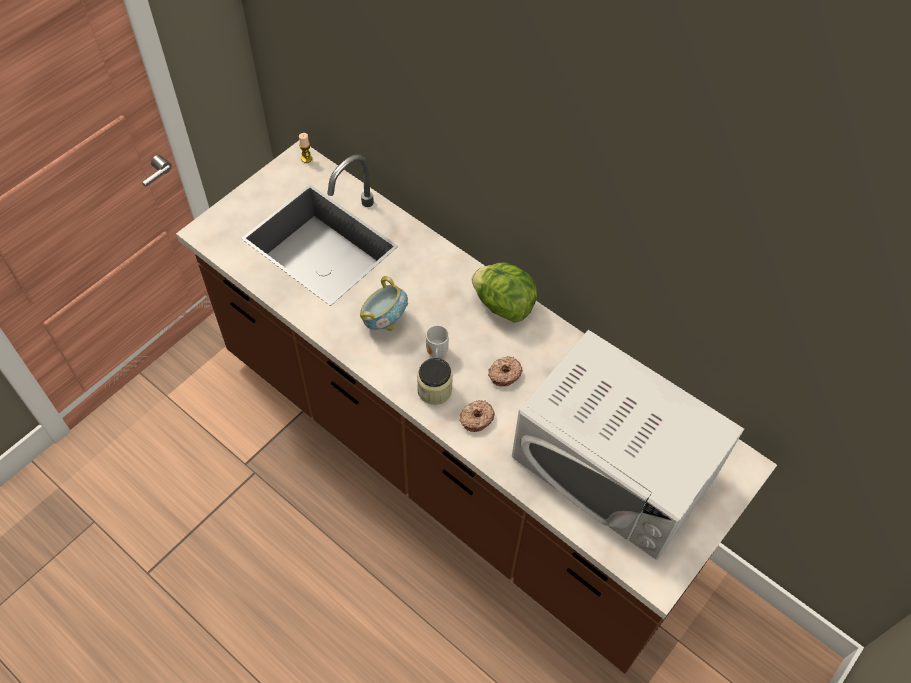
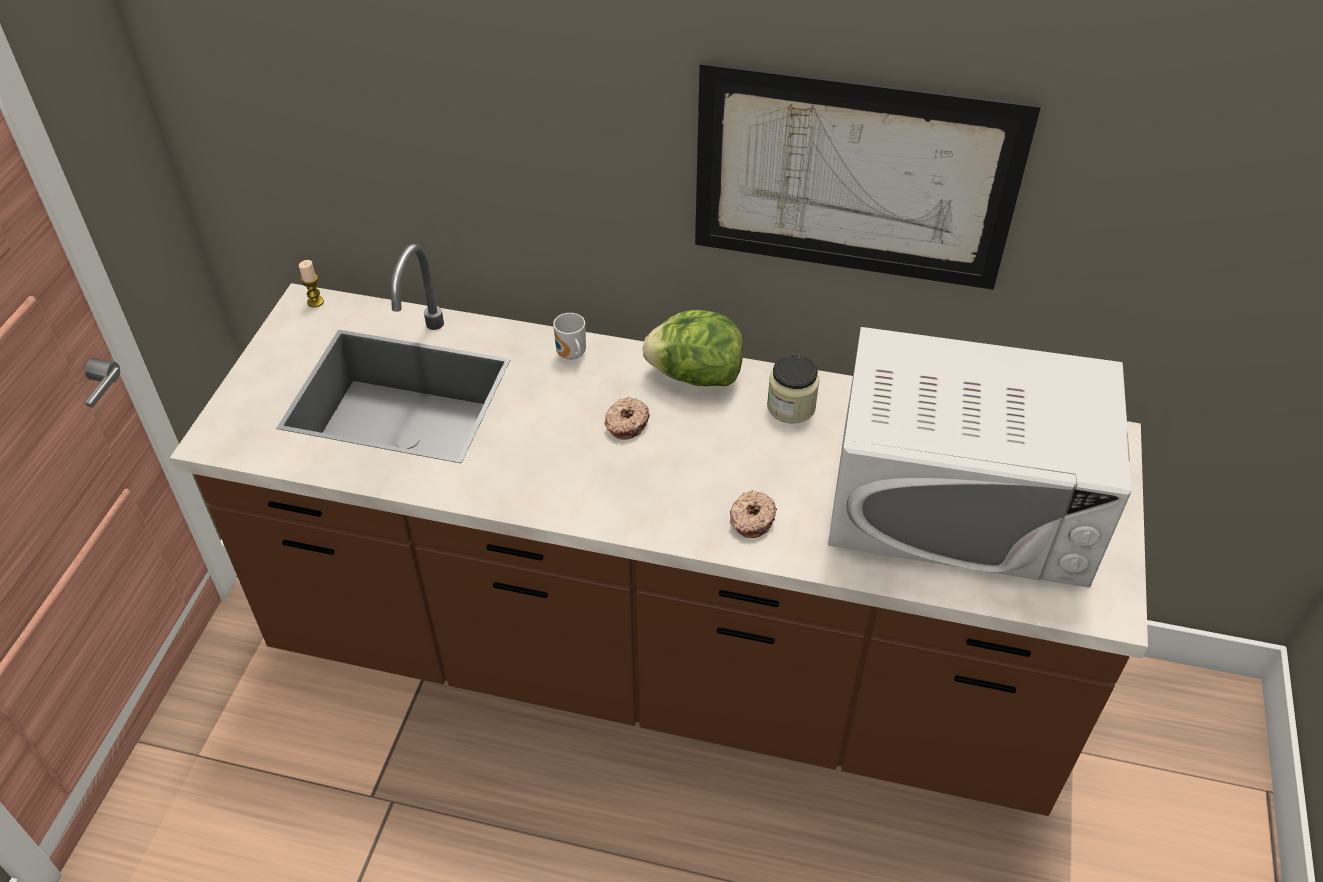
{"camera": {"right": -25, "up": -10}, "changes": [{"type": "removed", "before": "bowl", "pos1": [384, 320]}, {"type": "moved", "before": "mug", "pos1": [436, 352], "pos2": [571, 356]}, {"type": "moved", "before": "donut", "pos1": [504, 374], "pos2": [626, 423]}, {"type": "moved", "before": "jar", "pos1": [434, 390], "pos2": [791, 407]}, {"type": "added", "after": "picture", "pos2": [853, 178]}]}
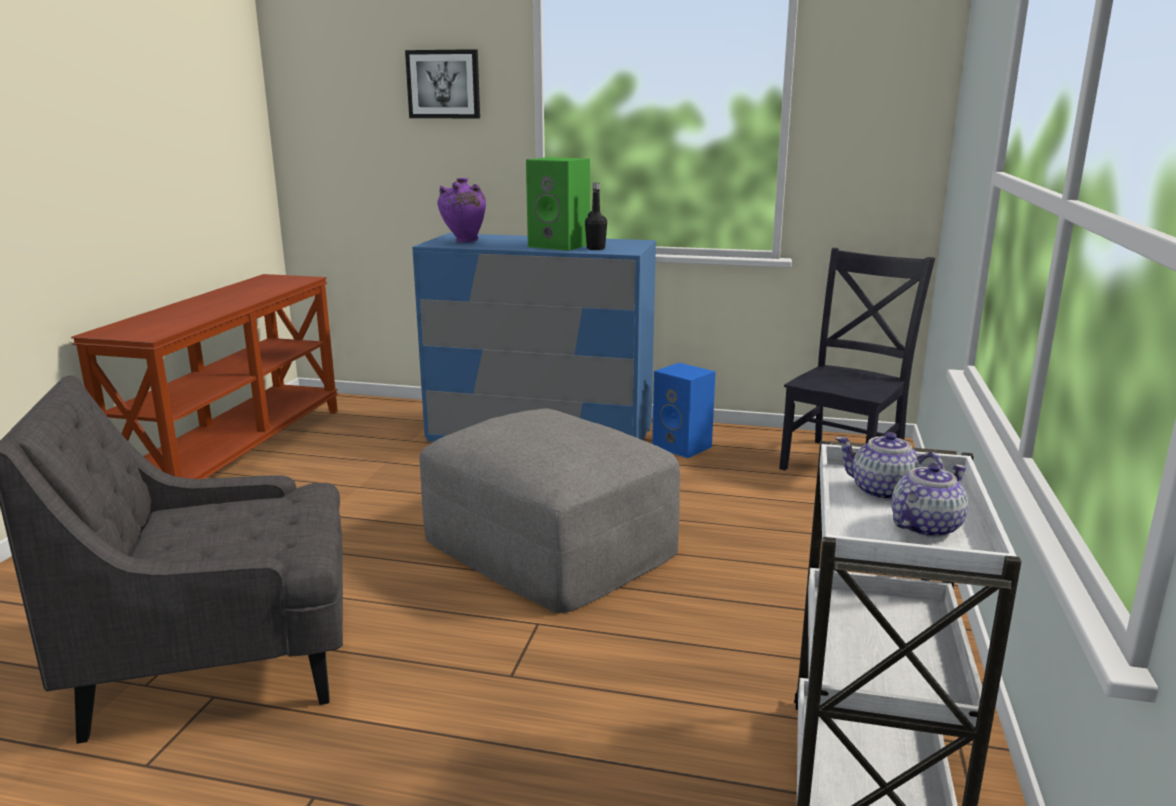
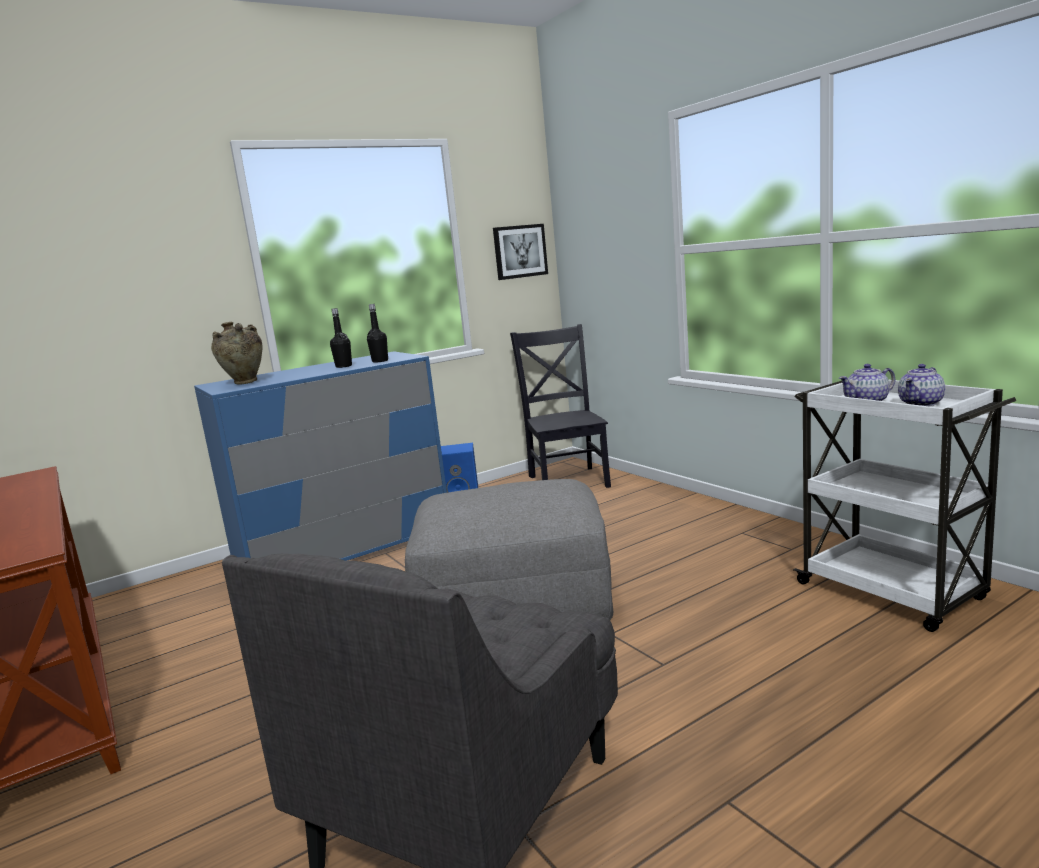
{"camera": {"right": -45, "up": -5}, "changes": [{"type": "moved", "before": "picture", "pos1": [444, 84], "pos2": [520, 251]}, {"type": "replaced", "before": "green speaker", "after": "black bottle", "pos1": [561, 245], "pos2": [343, 366]}, {"type": "recoloured", "before": "purple vase", "after": "beige vase", "pos1": [464, 241], "pos2": [244, 383]}, {"type": "turned", "before": "teapot", "pos1": [924, 527], "pos2": [921, 403], "turn": -135}]}
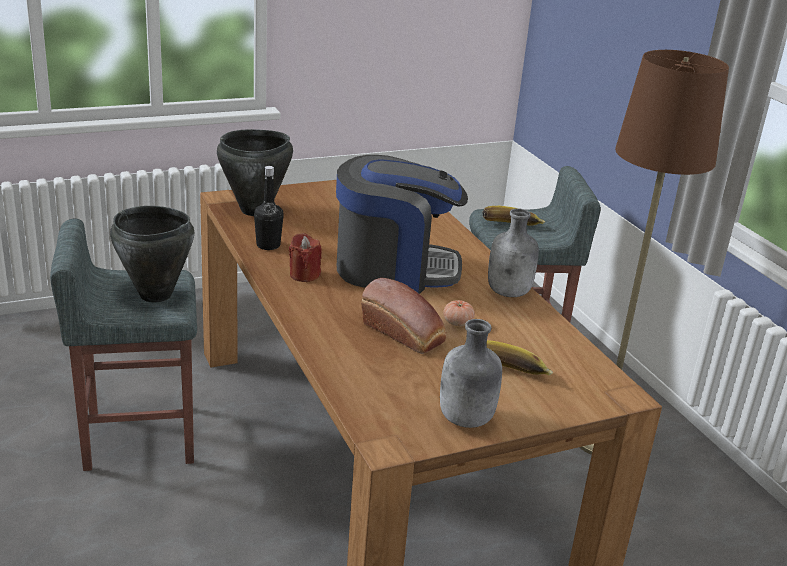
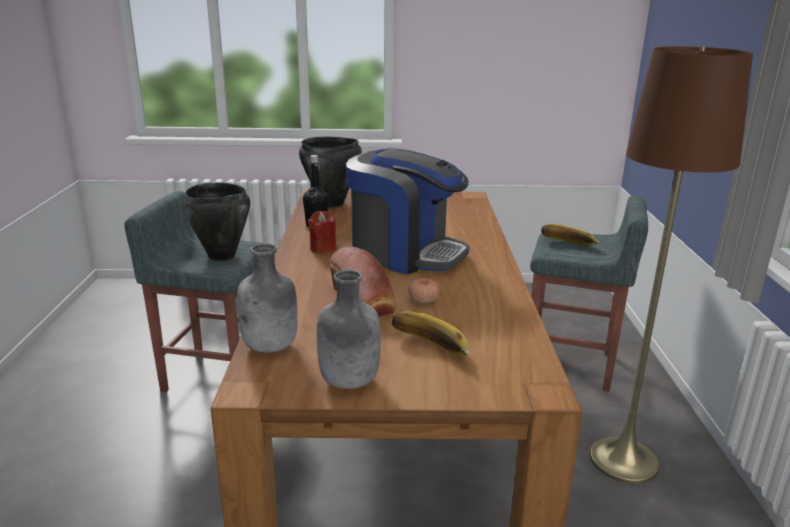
{"camera": {"right": 25, "up": -5}, "changes": [{"type": "moved", "before": "grey bottle", "pos1": [509, 293], "pos2": [271, 347]}]}
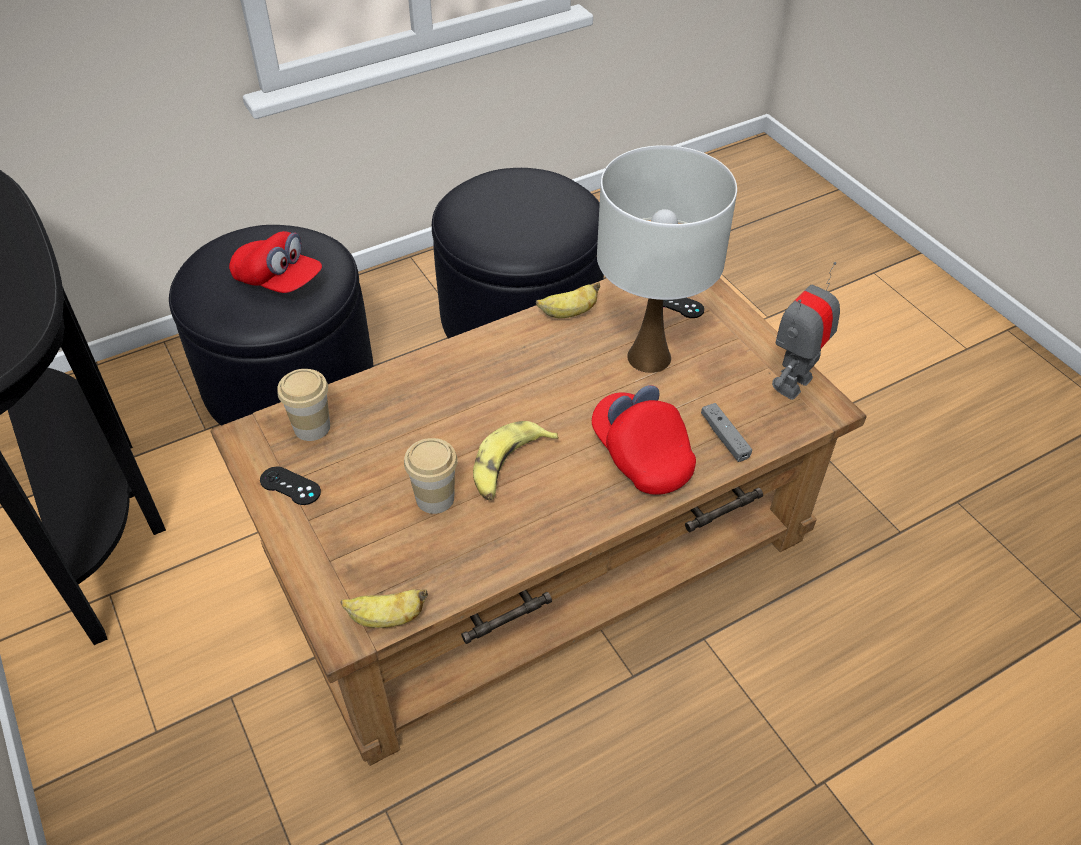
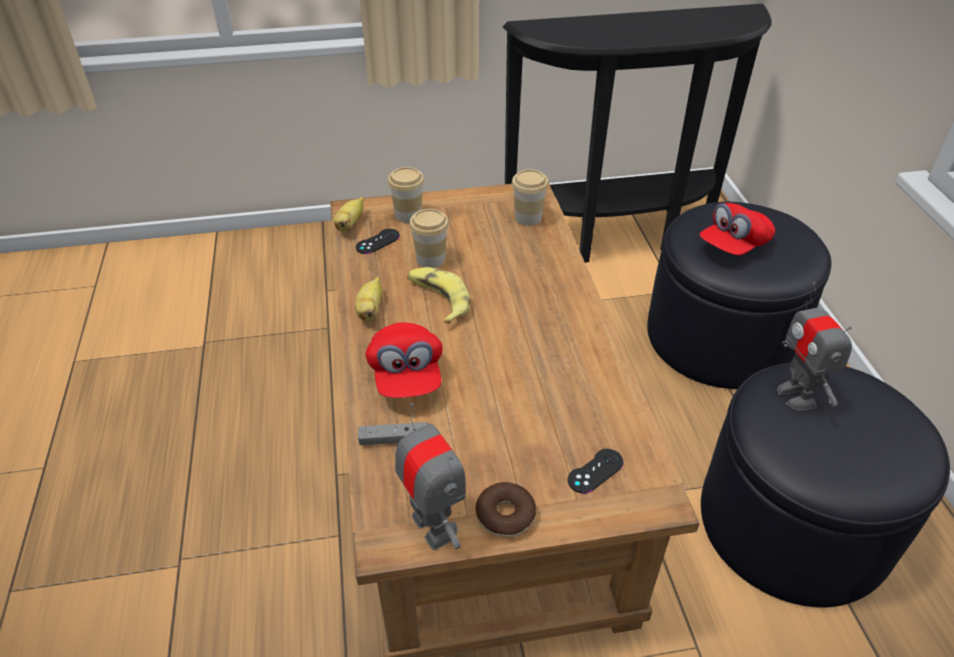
{"camera": {"right": 110, "up": -5}, "changes": [{"type": "removed", "before": "white table lamp", "pos1": [649, 358]}, {"type": "moved", "before": "banana", "pos1": [568, 313], "pos2": [370, 310]}, {"type": "turned", "before": "red cap", "pos1": [641, 455], "pos2": [406, 375], "turn": 90}, {"type": "moved", "before": "black game controller", "pos1": [290, 486], "pos2": [377, 241]}, {"type": "added", "after": "cup", "pos2": [408, 215]}, {"type": "added", "after": "toy robot", "pos2": [797, 395]}, {"type": "added", "after": "donut", "pos2": [505, 515]}]}
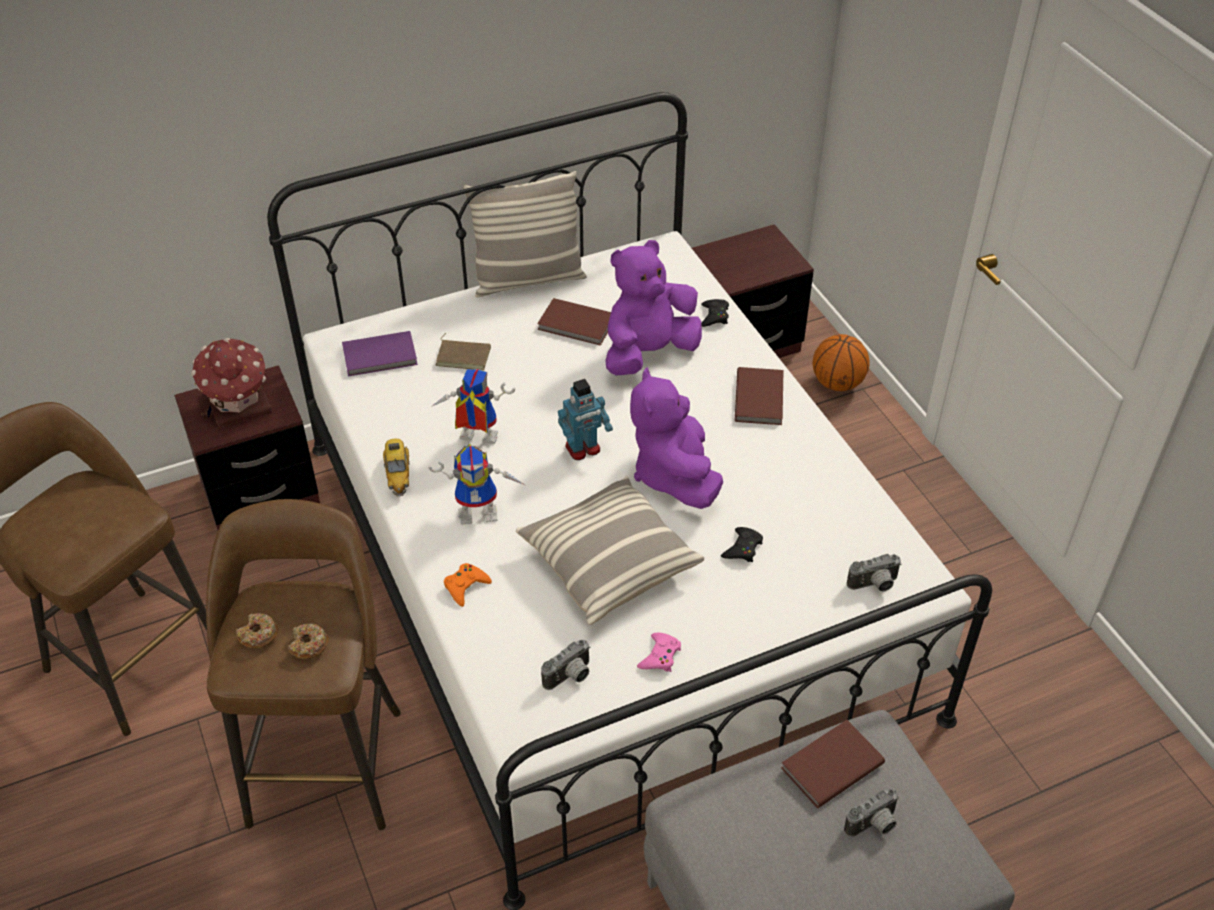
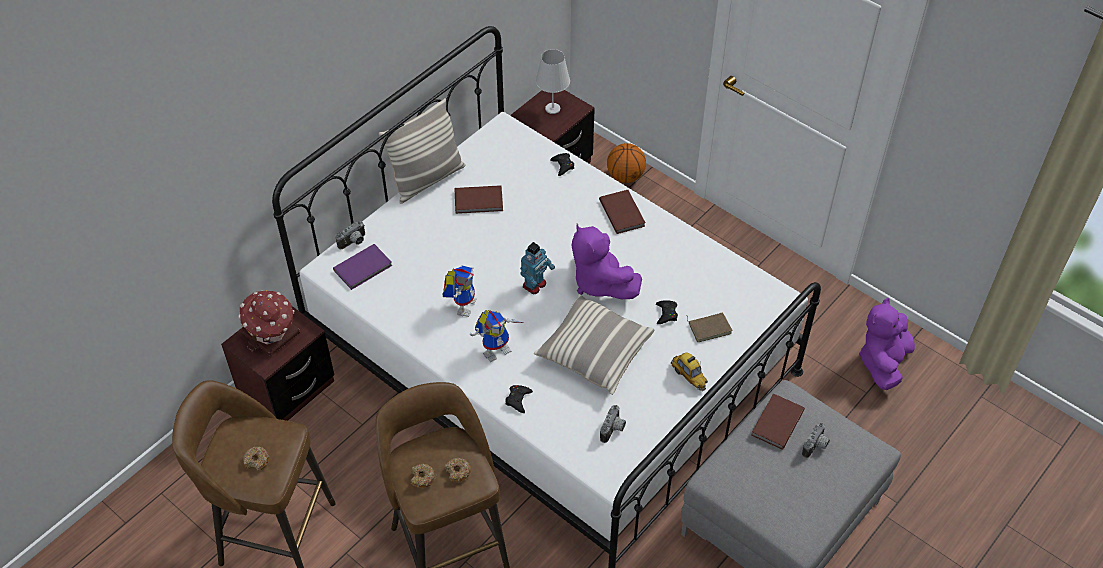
{"camera": {"right": -25, "up": 5}, "changes": [{"type": "moved", "before": "purple plush toy", "pos1": [648, 353], "pos2": [883, 362]}, {"type": "moved", "before": "brown book", "pos1": [464, 356], "pos2": [709, 327]}, {"type": "turned", "before": "toy robot", "pos1": [474, 440], "pos2": [463, 304], "turn": 120}, {"type": "moved", "before": "toy car", "pos1": [398, 476], "pos2": [689, 376]}, {"type": "moved", "before": "photo camera", "pos1": [874, 585], "pos2": [354, 242]}, {"type": "recoloured", "before": "orange game controller", "after": "black game controller", "pos1": [465, 586], "pos2": [518, 400]}, {"type": "removed", "before": "pink game controller", "pos1": [660, 656]}, {"type": "added", "after": "white table lamp", "pos2": [552, 109]}, {"type": "added", "after": "donut", "pos2": [257, 461]}]}
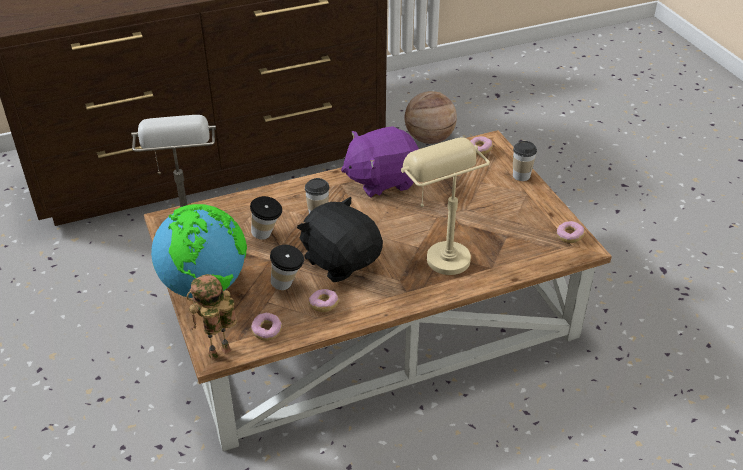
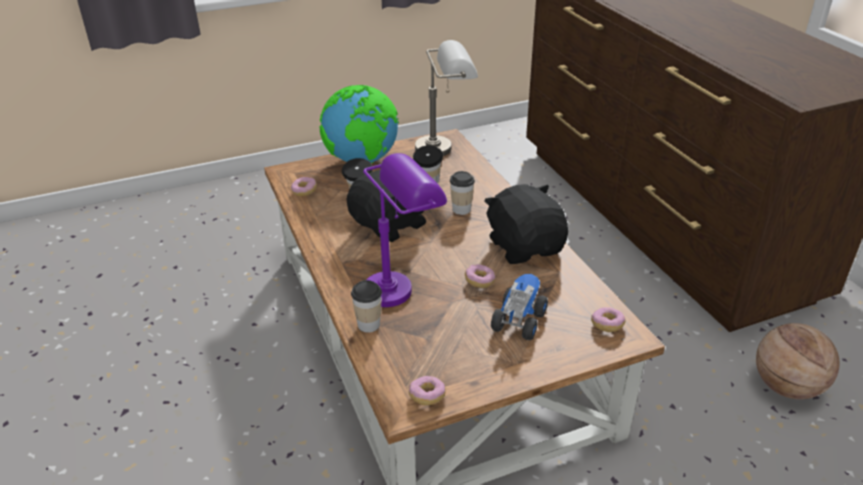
{"camera": {"right": 90, "up": -5}, "changes": [{"type": "recoloured", "before": "purple plush toy", "after": "black plush toy", "pos1": [381, 180], "pos2": [525, 247]}, {"type": "recoloured", "before": "beige table lamp", "after": "purple table lamp", "pos1": [439, 251], "pos2": [402, 285]}, {"type": "moved", "before": "cup", "pos1": [521, 176], "pos2": [368, 324]}, {"type": "removed", "before": "toy robot", "pos1": [219, 355]}, {"type": "moved", "before": "donut", "pos1": [324, 305], "pos2": [479, 281]}, {"type": "added", "after": "toy truck", "pos2": [518, 320]}]}
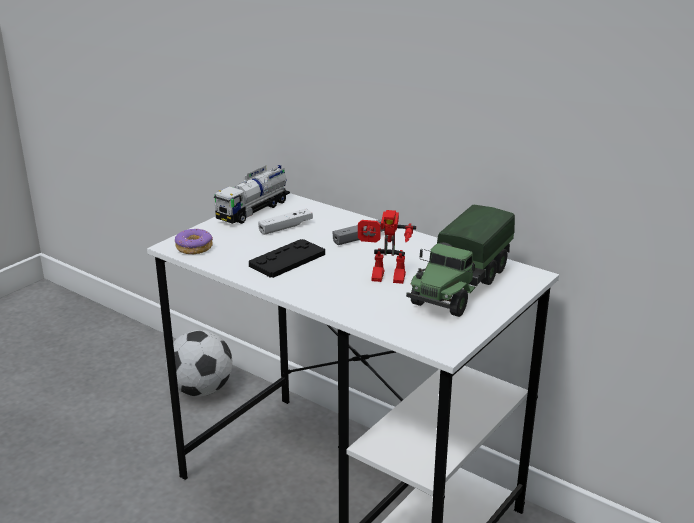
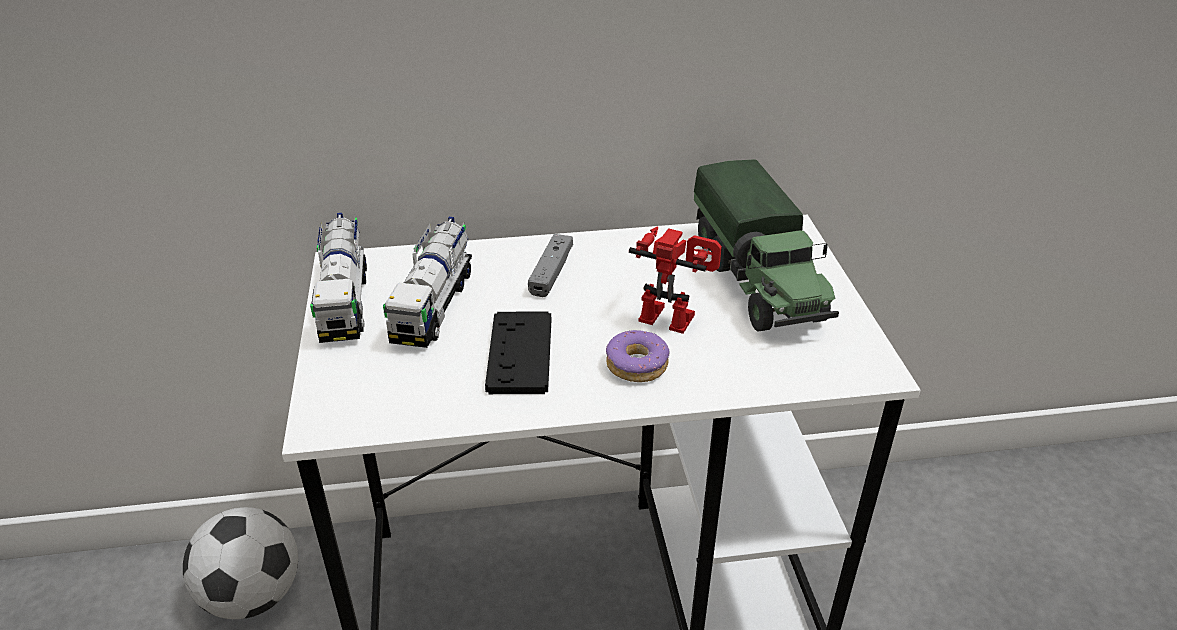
{"camera": {"right": -45, "up": 10}, "changes": [{"type": "replaced", "before": "white game controller", "after": "toy truck", "pos1": [286, 227], "pos2": [434, 305]}, {"type": "turned", "before": "toy robot", "pos1": [385, 279], "pos2": [673, 315], "turn": -120}, {"type": "moved", "before": "donut", "pos1": [194, 248], "pos2": [637, 365]}]}
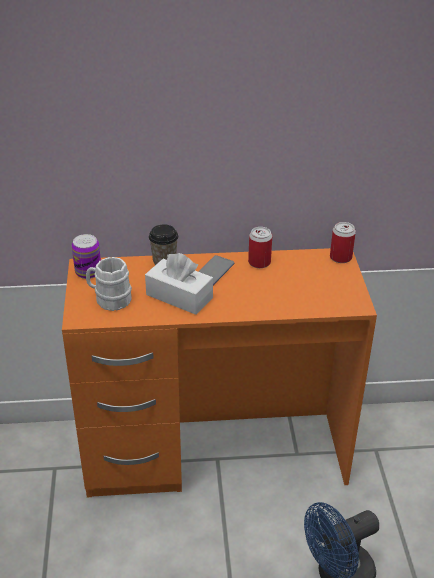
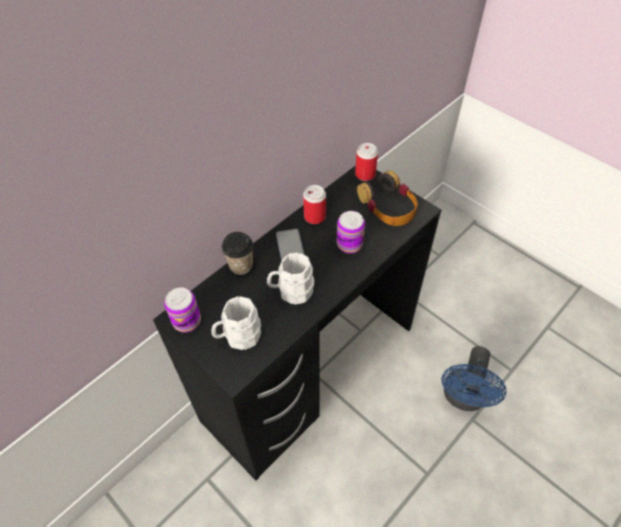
{"camera": {"right": -40, "up": 15}, "changes": [{"type": "recoloured", "before": "orange desk", "after": "black desk", "pos1": [215, 453], "pos2": [310, 371]}, {"type": "replaced", "before": "white tissue box", "after": "white mug", "pos1": [179, 296], "pos2": [291, 291]}, {"type": "added", "after": "headphones", "pos2": [388, 206]}, {"type": "added", "after": "can", "pos2": [349, 244]}]}
